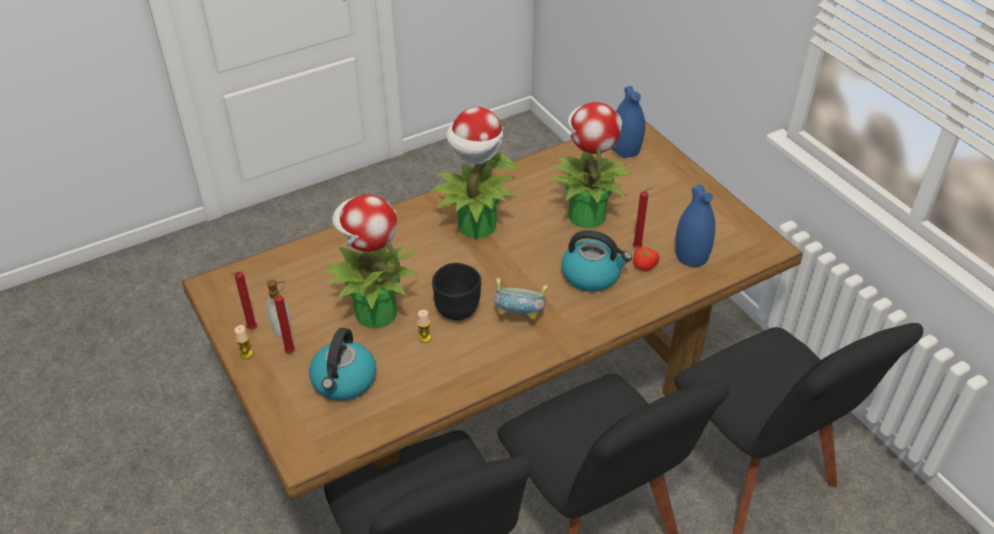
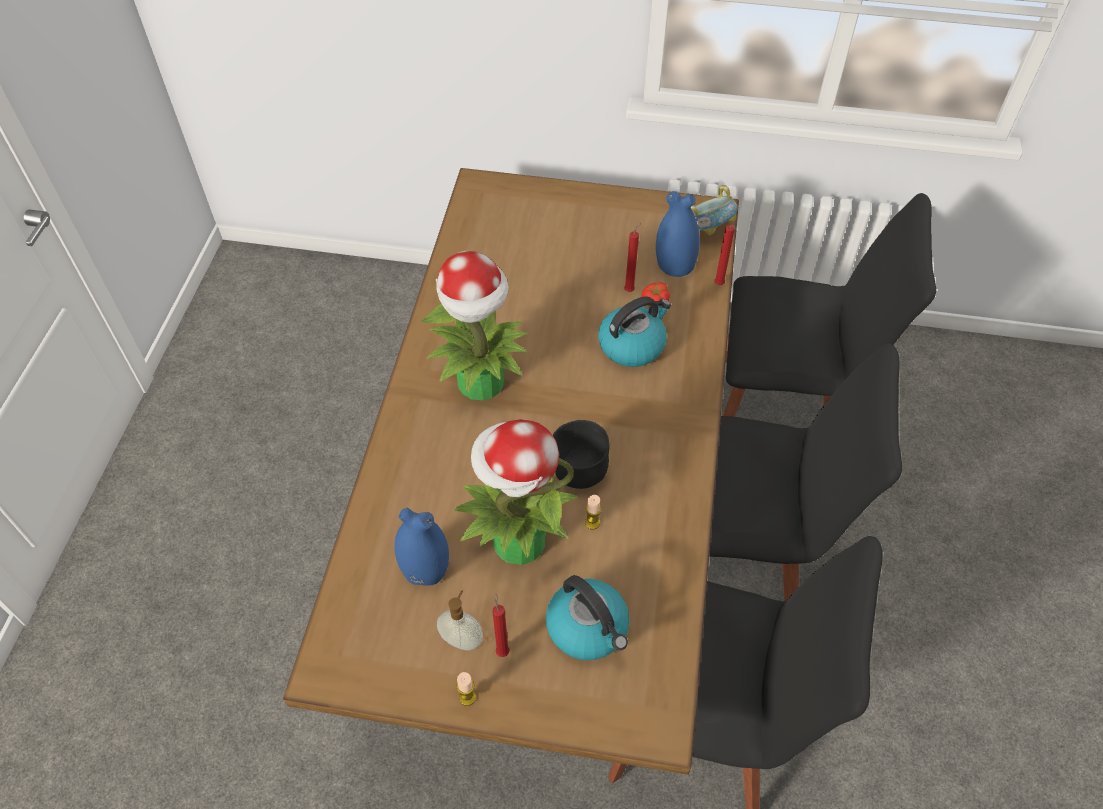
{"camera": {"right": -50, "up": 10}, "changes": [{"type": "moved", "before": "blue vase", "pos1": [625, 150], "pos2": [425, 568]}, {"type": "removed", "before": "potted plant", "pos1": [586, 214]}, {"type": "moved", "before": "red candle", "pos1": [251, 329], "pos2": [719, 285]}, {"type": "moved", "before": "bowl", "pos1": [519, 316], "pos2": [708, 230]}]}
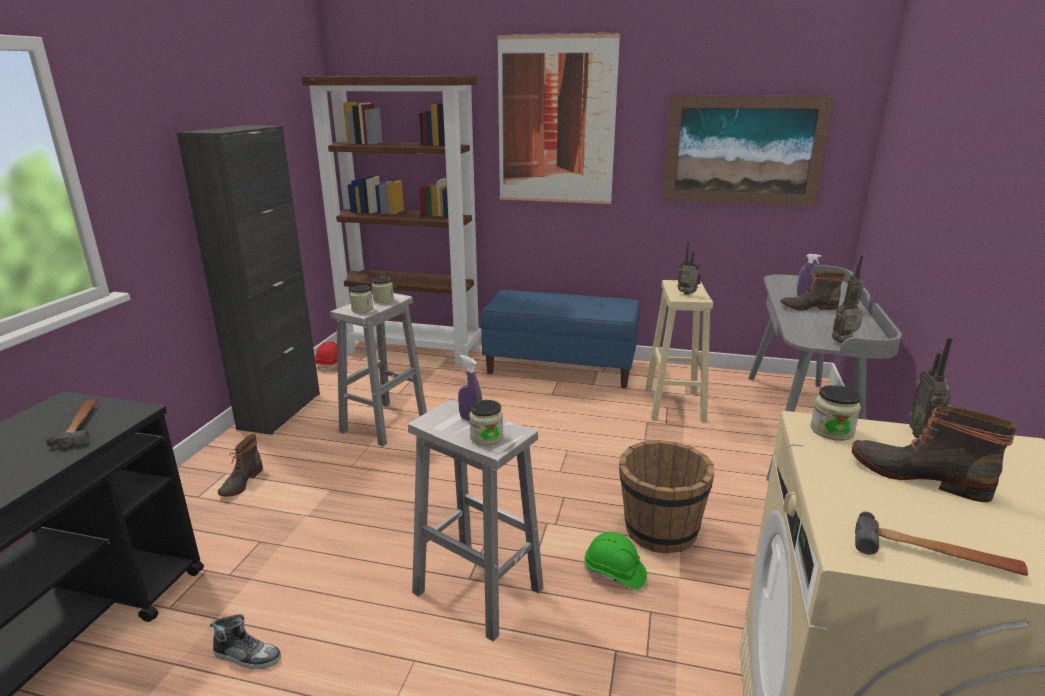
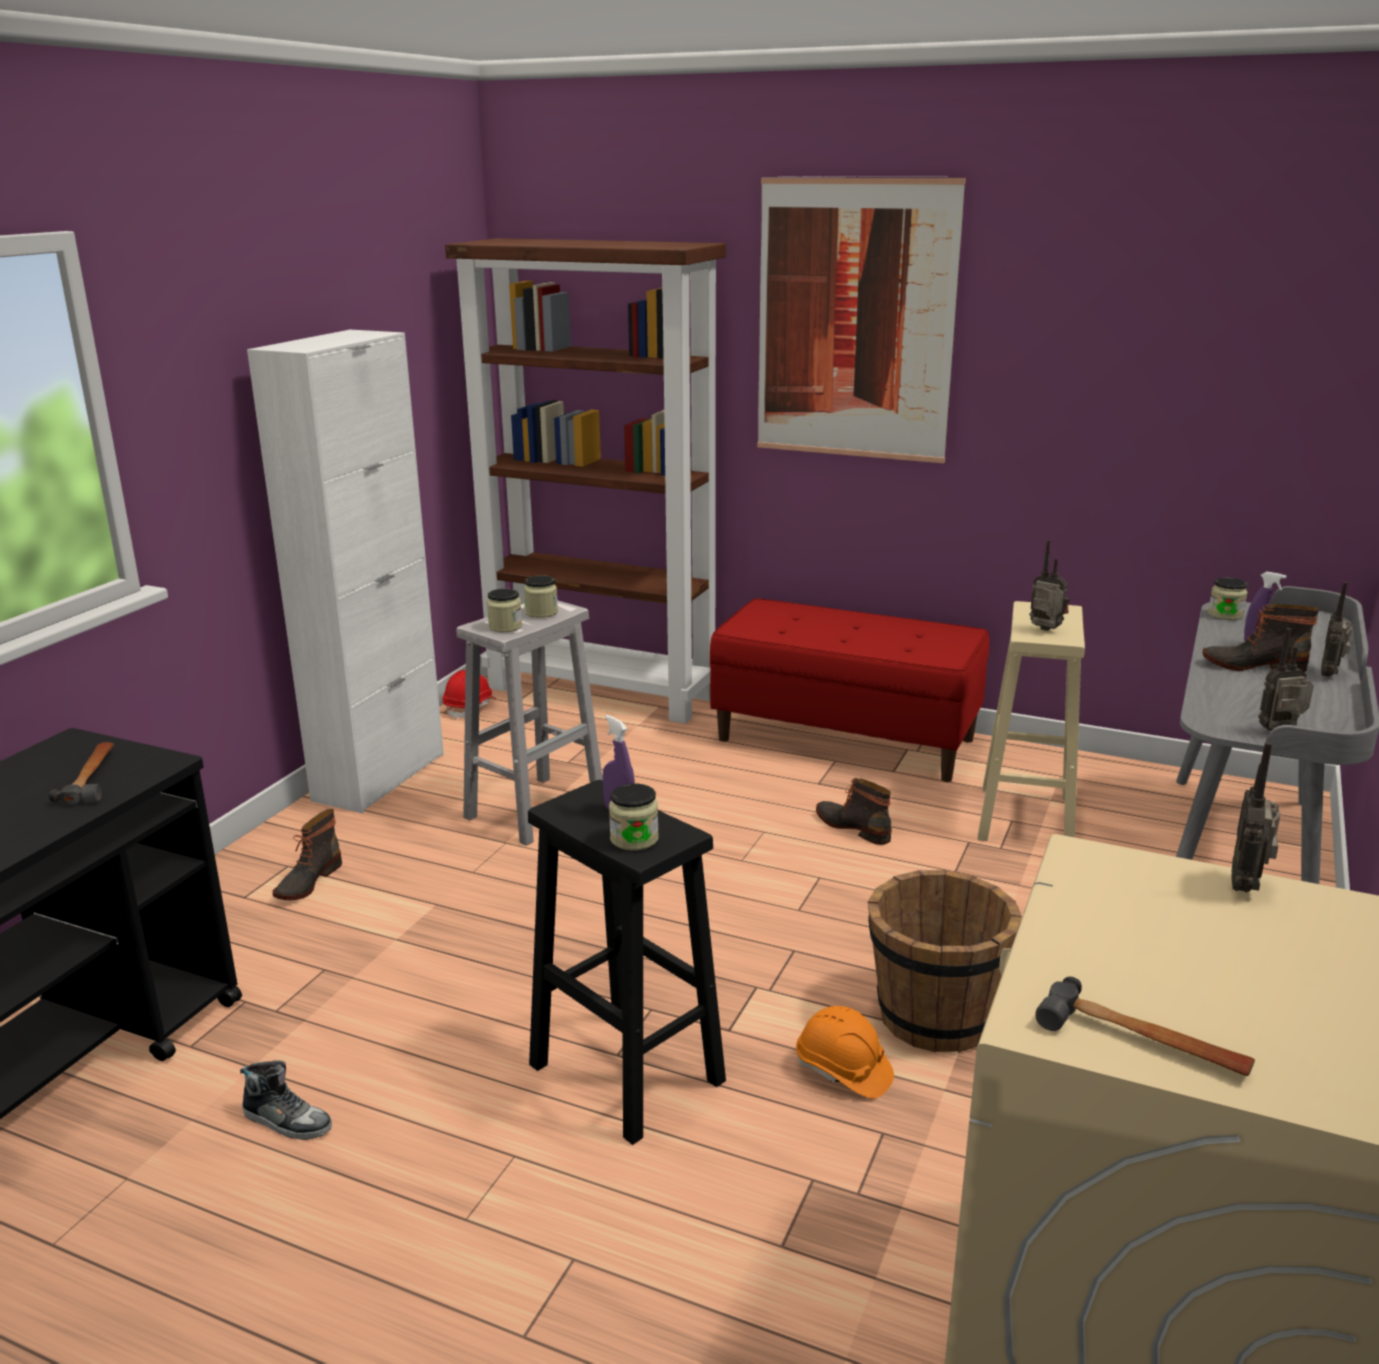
{"camera": {"right": 10, "up": 0}, "changes": [{"type": "removed", "before": "picture", "pos1": [743, 150]}, {"type": "recoloured", "before": "black cabinet", "after": "white cabinet", "pos1": [280, 411], "pos2": [379, 777]}, {"type": "recoloured", "before": "blue bench", "after": "red bench", "pos1": [561, 368], "pos2": [846, 739]}, {"type": "moved", "before": "jar", "pos1": [831, 431], "pos2": [1225, 615]}, {"type": "recoloured", "before": "white stool", "after": "black stool", "pos1": [480, 591], "pos2": [629, 1074]}, {"type": "moved", "before": "boot", "pos1": [918, 475], "pos2": [854, 827]}, {"type": "recoloured", "before": "green hard hat", "after": "orange hard hat", "pos1": [614, 572], "pos2": [843, 1071]}]}
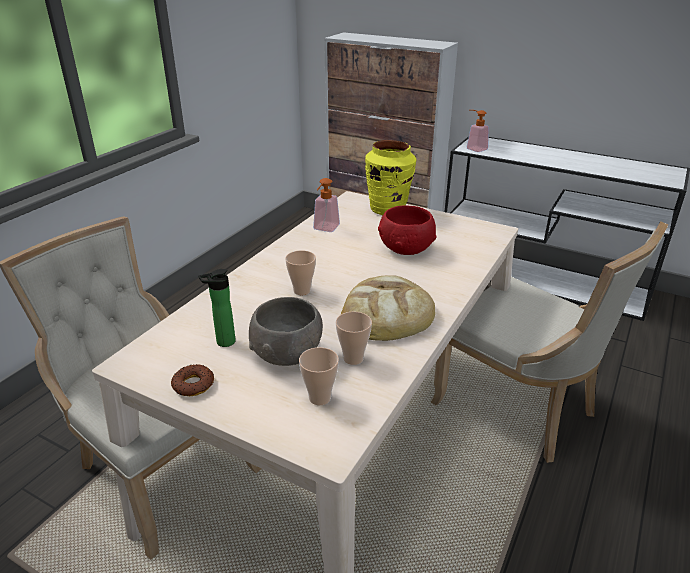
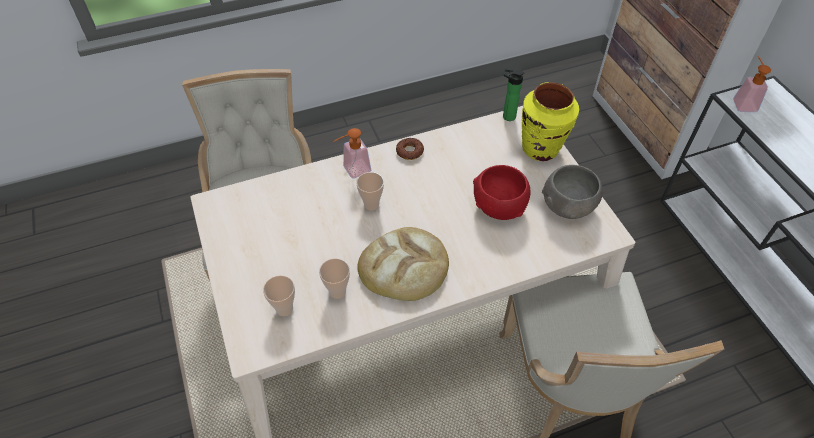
{"camera": {"right": 40, "up": 20}, "changes": [{"type": "moved", "before": "soap dispenser", "pos1": [324, 229], "pos2": [352, 171]}, {"type": "moved", "before": "bottle", "pos1": [223, 342], "pos2": [507, 116]}, {"type": "moved", "before": "grey bowl", "pos1": [288, 354], "pos2": [568, 207]}, {"type": "moved", "before": "donut", "pos1": [193, 385], "pos2": [409, 151]}]}
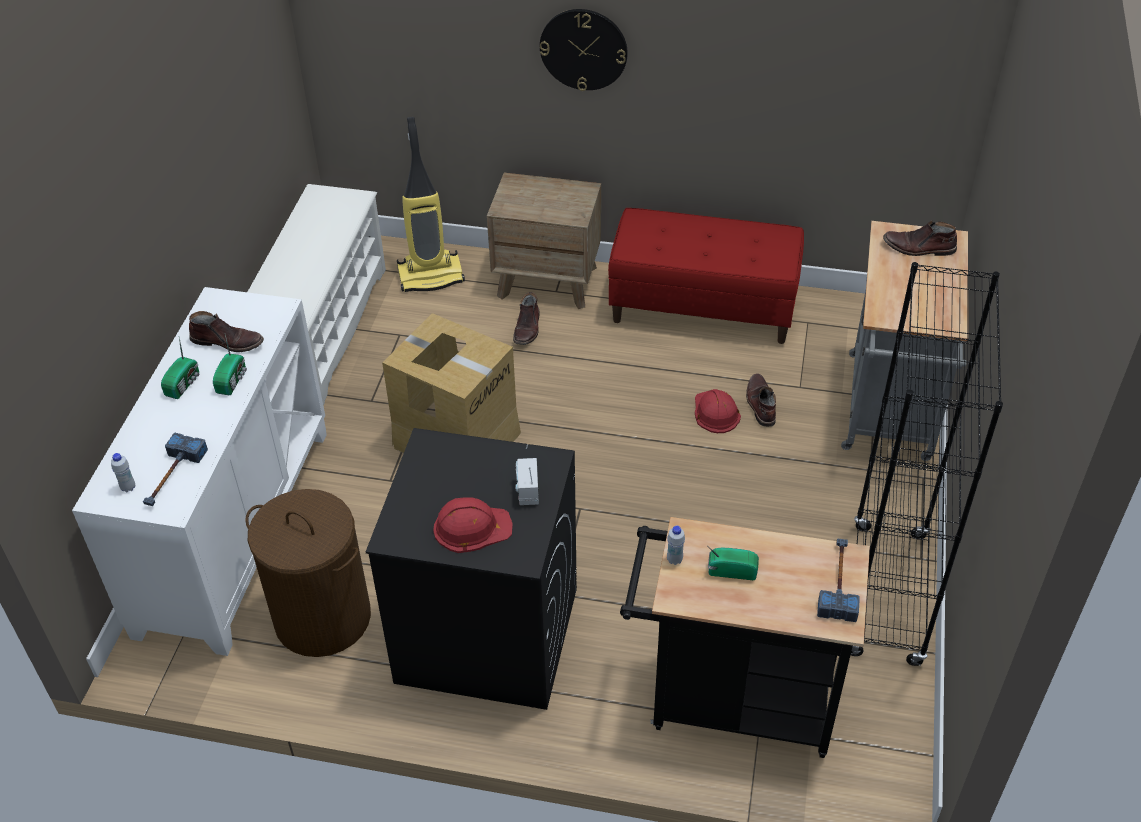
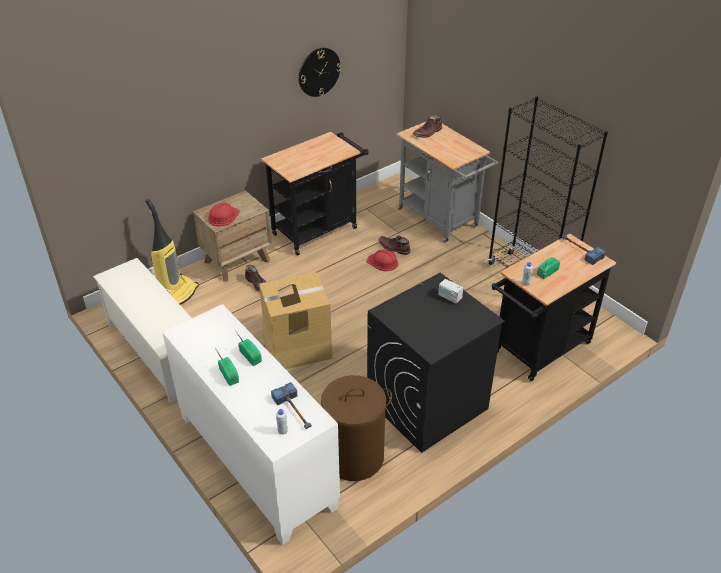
{"camera": {"right": -50, "up": -5}, "changes": [{"type": "moved", "before": "wall clock", "pos1": [583, 49], "pos2": [319, 72]}, {"type": "replaced", "before": "red bench", "after": "black cart", "pos1": [703, 308], "pos2": [319, 229]}, {"type": "removed", "before": "brown boot", "pos1": [228, 341]}, {"type": "moved", "before": "red hard hat", "pos1": [471, 527], "pos2": [223, 216]}]}
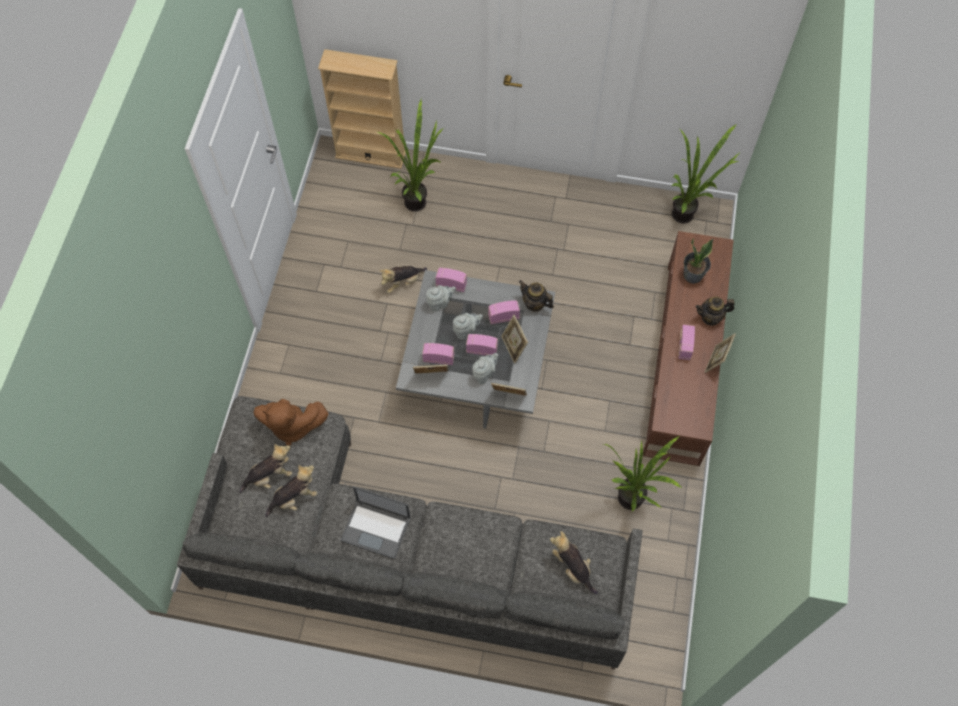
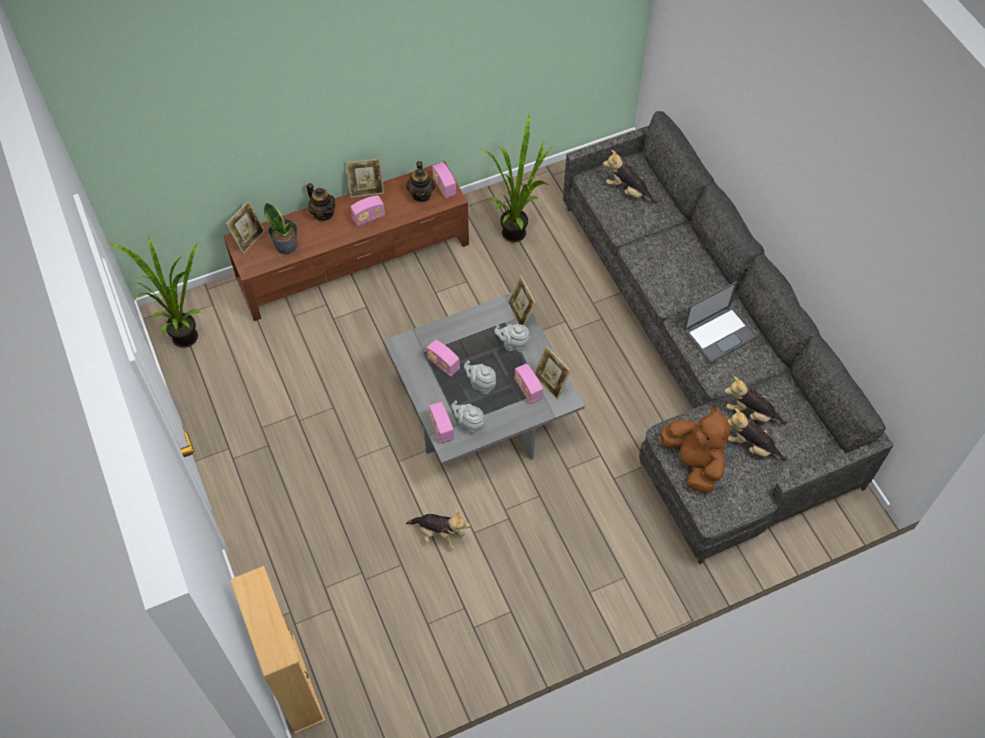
{"camera": {"right": -125, "up": -5}, "changes": [{"type": "removed", "before": "potted plant", "pos1": [419, 200]}, {"type": "moved", "before": "teapot", "pos1": [534, 304], "pos2": [421, 194]}, {"type": "moved", "before": "picture frame", "pos1": [513, 348], "pos2": [249, 239]}, {"type": "moved", "before": "radio", "pos1": [481, 350], "pos2": [444, 187]}, {"type": "turned", "before": "laptop", "pos1": [376, 529], "pos2": [720, 333], "turn": 75}, {"type": "turned", "before": "plush toy", "pos1": [573, 567], "pos2": [628, 191], "turn": 105}]}
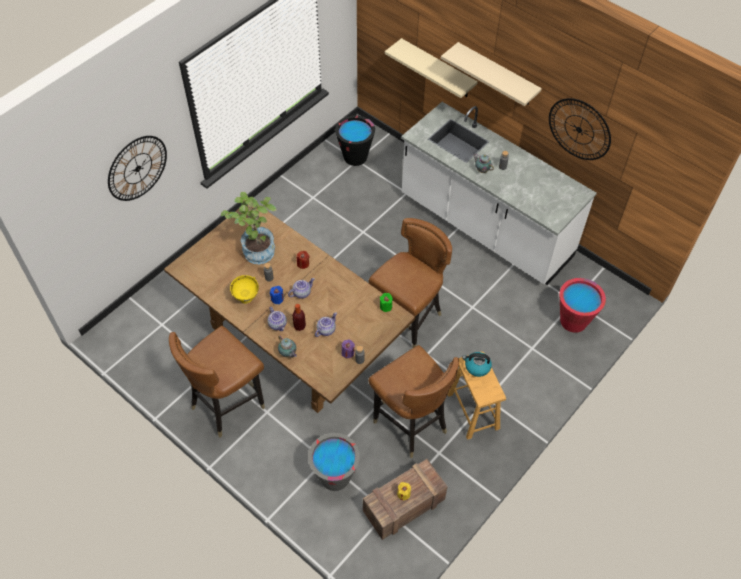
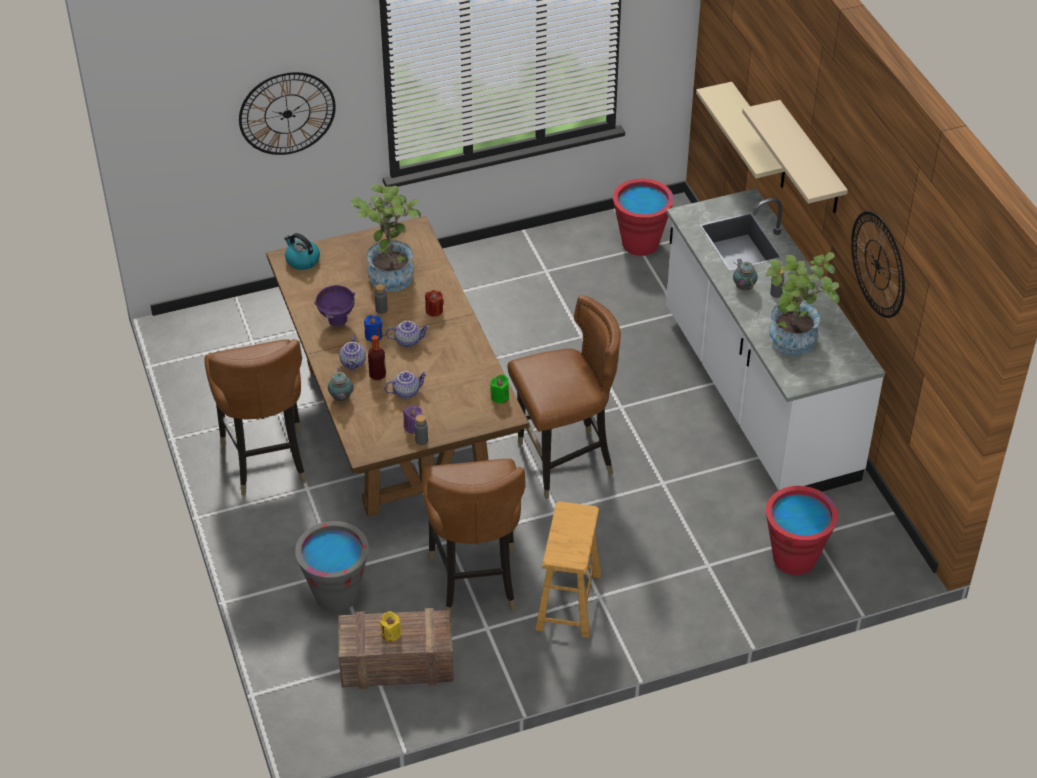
{"camera": {"right": 30, "up": -10}, "changes": [{"type": "recoloured", "before": "black bucket", "after": "red bucket", "pos1": [355, 157], "pos2": [640, 243]}, {"type": "recoloured", "before": "yellow bowl", "after": "purple bowl", "pos1": [247, 299], "pos2": [337, 321]}, {"type": "turned", "before": "brown chair", "pos1": [227, 404], "pos2": [266, 460], "turn": -90}, {"type": "moved", "before": "kettle", "pos1": [477, 367], "pos2": [302, 260]}, {"type": "added", "after": "potted plant", "pos2": [792, 344]}]}
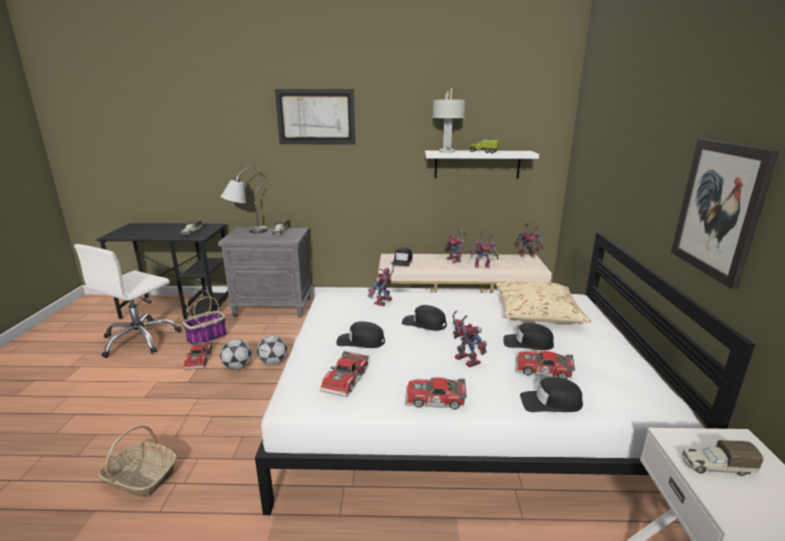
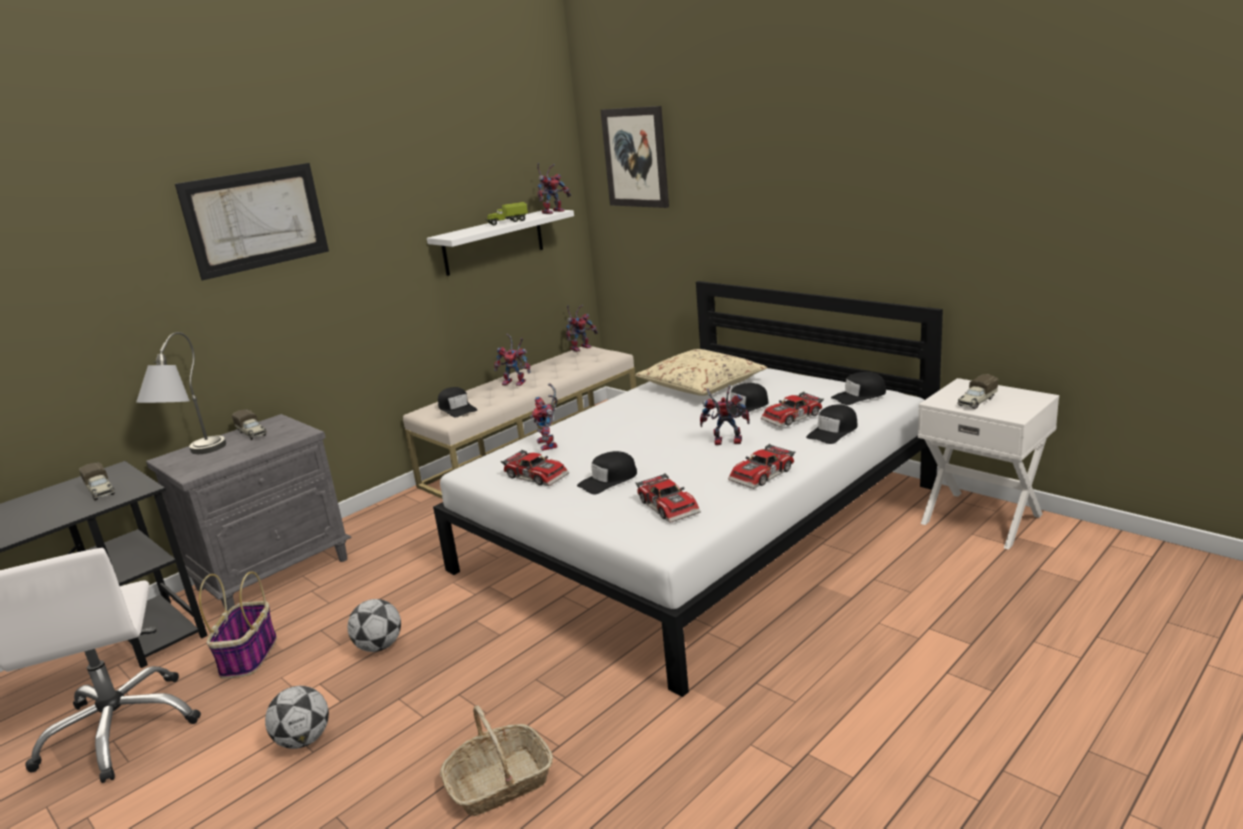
{"camera": {"right": -45, "up": 0}, "changes": [{"type": "removed", "before": "grey table lamp", "pos1": [447, 151]}, {"type": "moved", "before": "picture", "pos1": [719, 209], "pos2": [635, 157]}, {"type": "moved", "before": "toy robot", "pos1": [483, 266], "pos2": [553, 212]}, {"type": "moved", "before": "black cap", "pos1": [424, 323], "pos2": [859, 396]}, {"type": "moved", "before": "football", "pos1": [273, 362], "pos2": [304, 740]}, {"type": "moved", "before": "toy car", "pos1": [200, 359], "pos2": [537, 475]}]}
